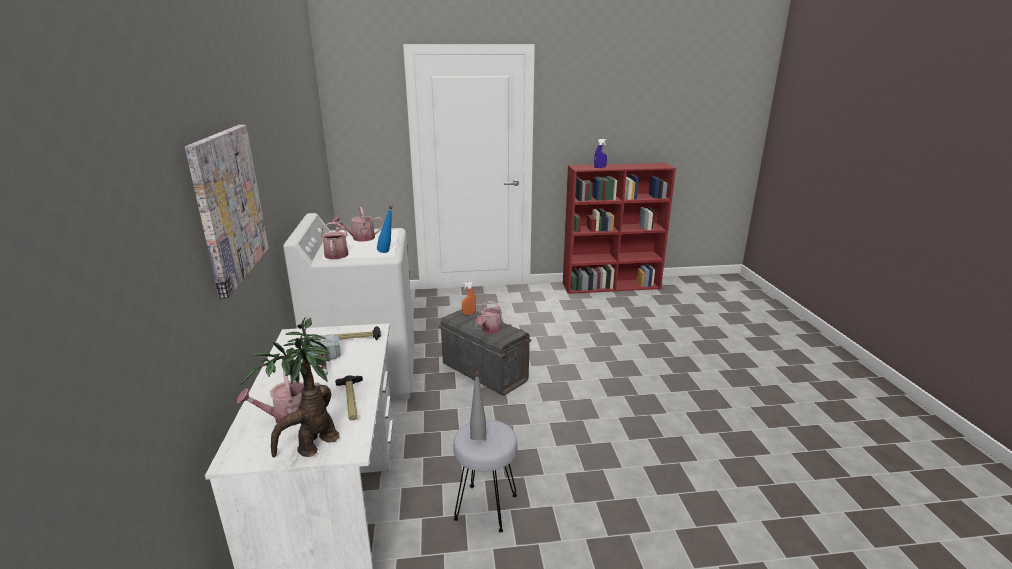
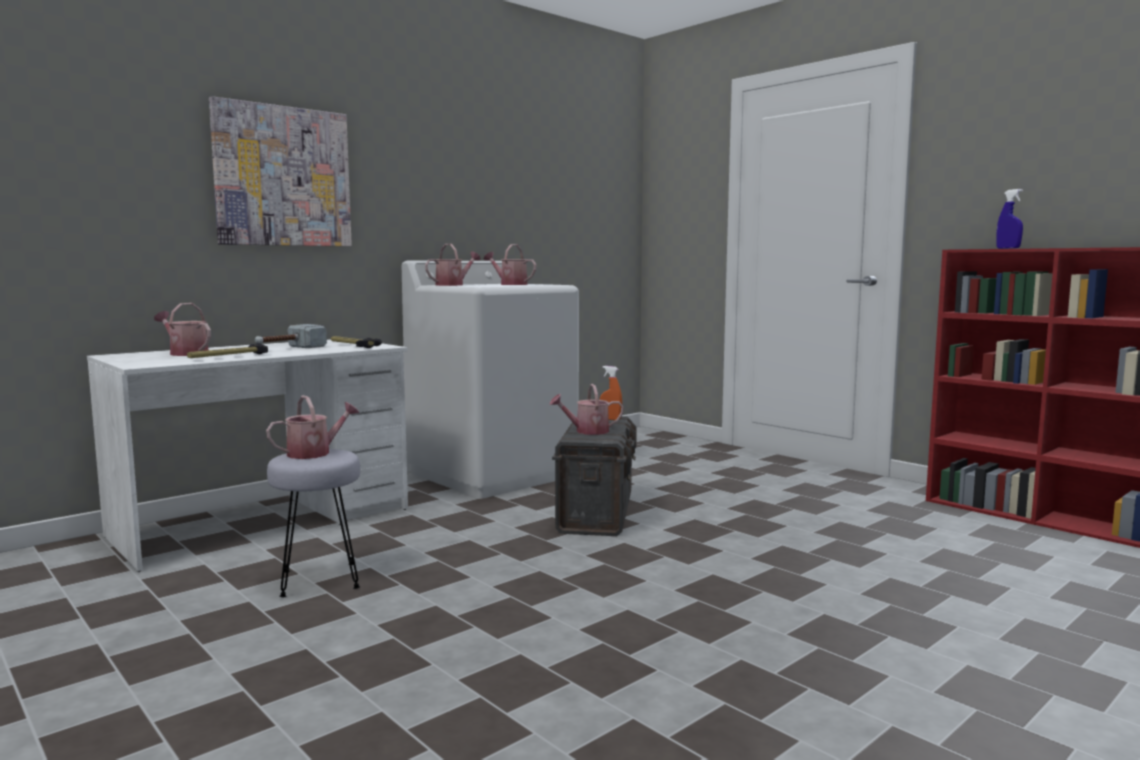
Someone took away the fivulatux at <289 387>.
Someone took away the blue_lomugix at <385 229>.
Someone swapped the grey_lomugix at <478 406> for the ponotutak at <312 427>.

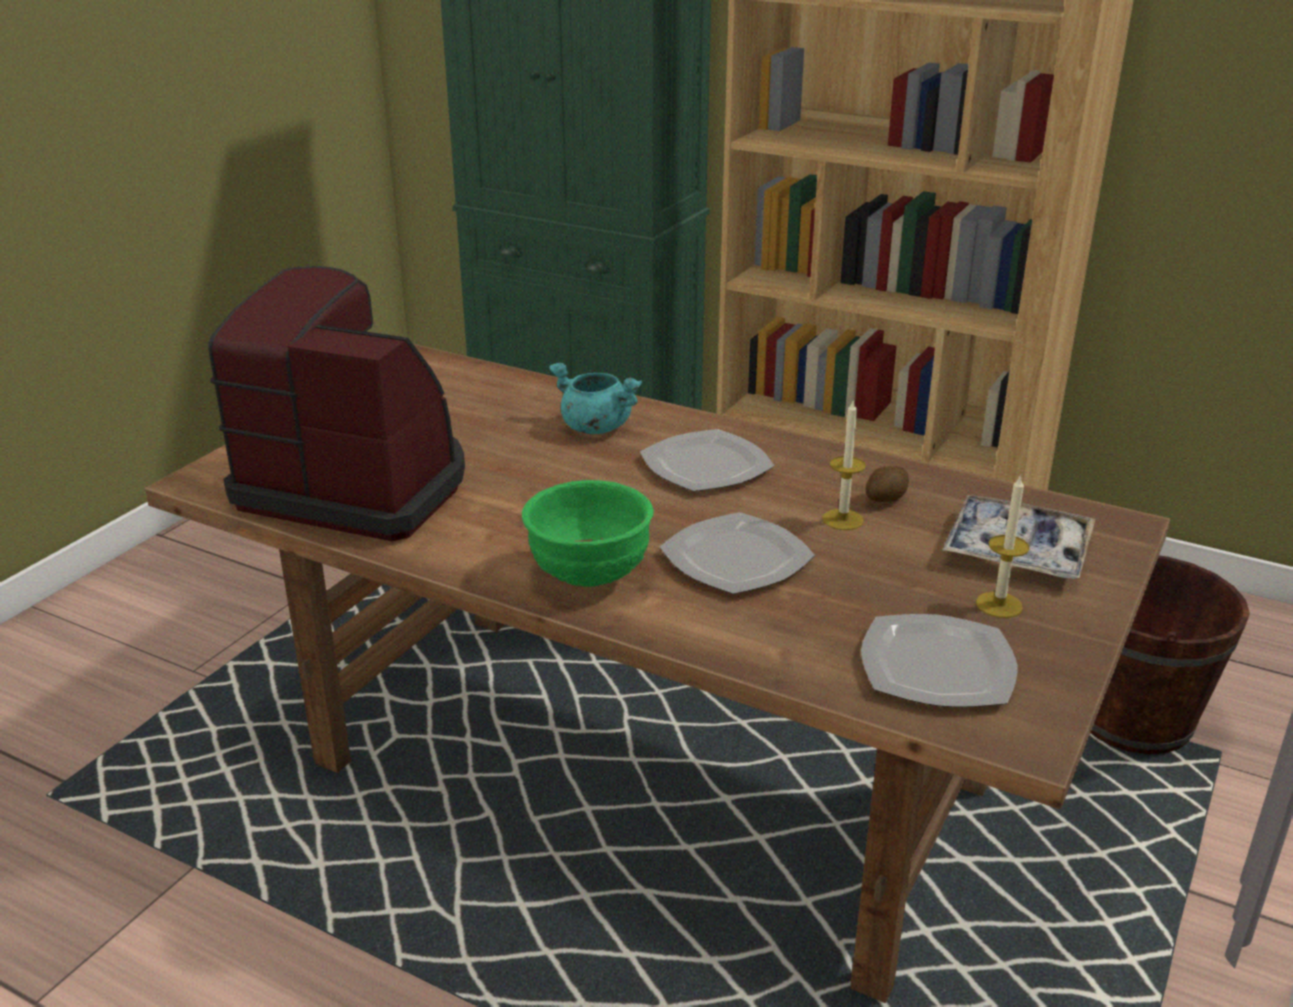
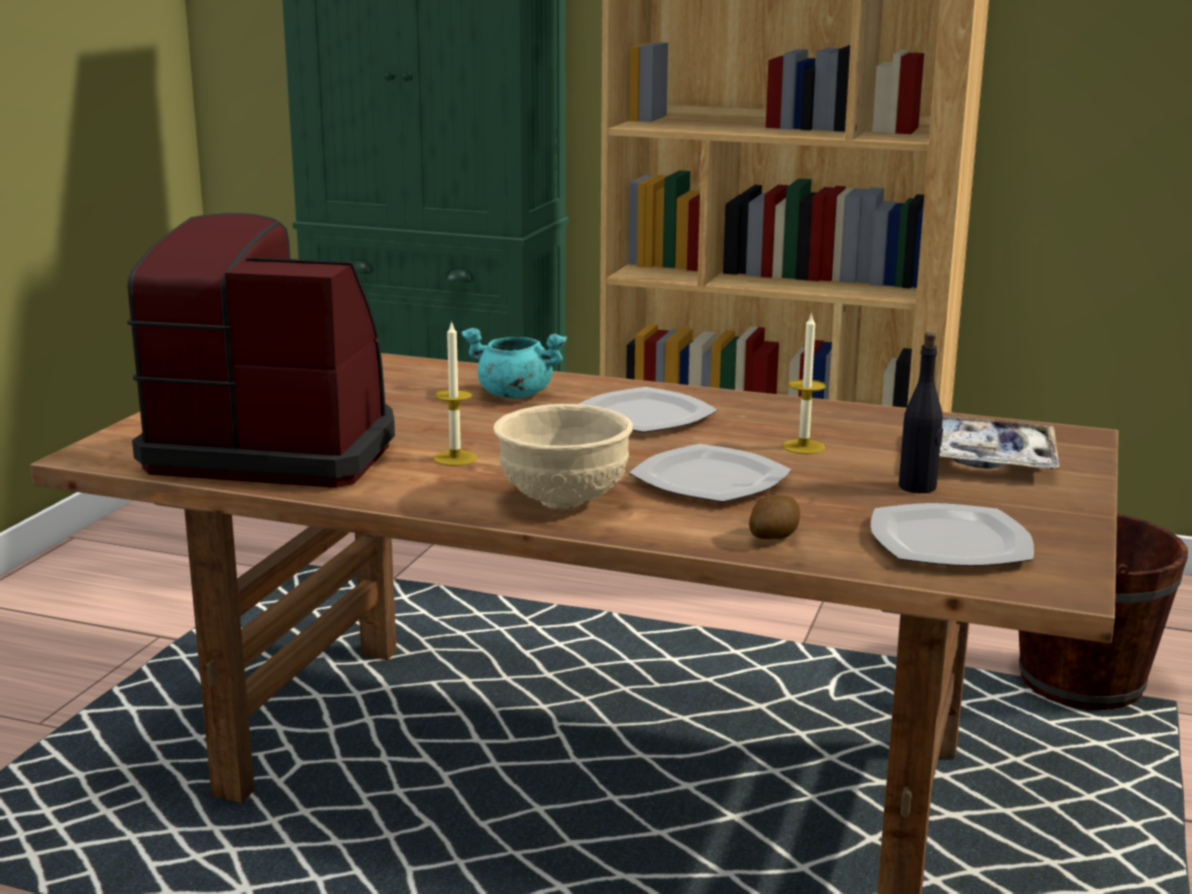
Someone repainted the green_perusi at <588 533>, which became the beige_perusi at <563 456>.
Someone carried the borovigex from <887 484> to <774 517>.
Someone carried the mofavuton from <1003 546> to <455 393>.
Someone put down the black_lomugix at <921 412>.

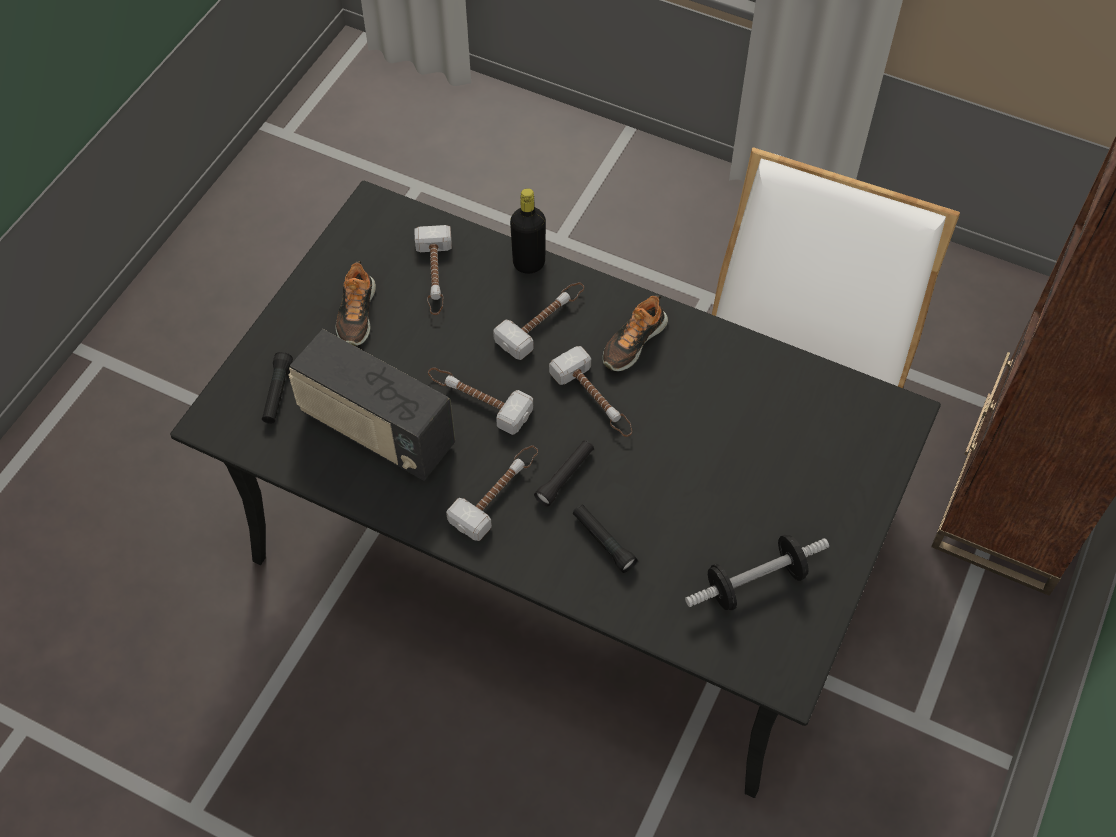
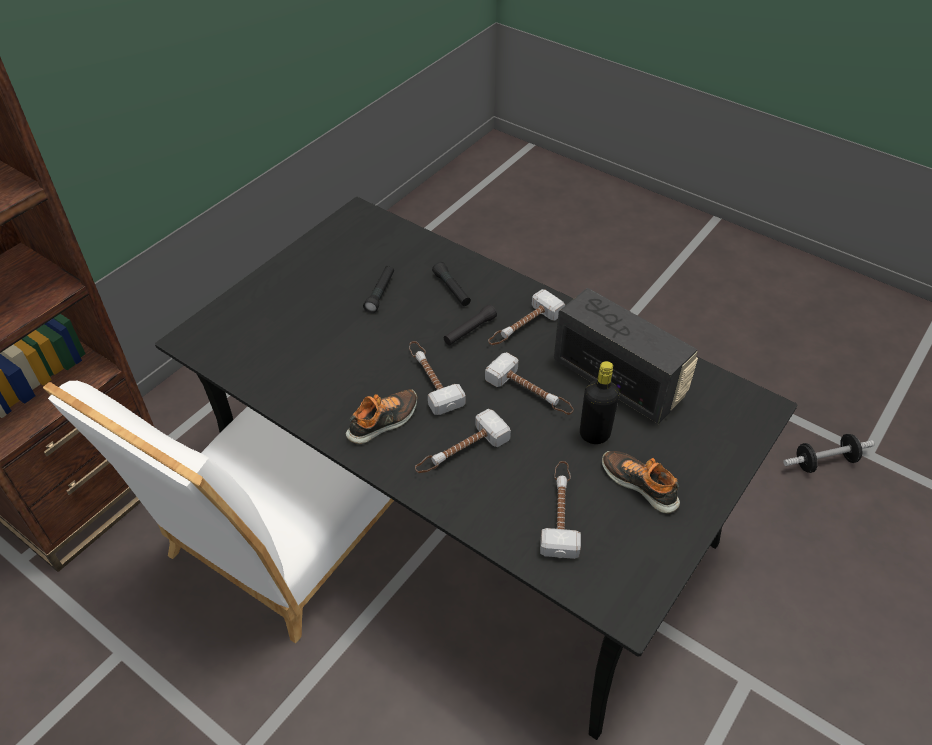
Someone carried the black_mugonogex from <277 388> to <378 289>.
Someone rotated the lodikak at <355 303> by 60 degrees counterclockwise.
Someone carried the black_lomugix from <528 231> to <600 402>.
Someone carried the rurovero from <757 572> to <828 453>.

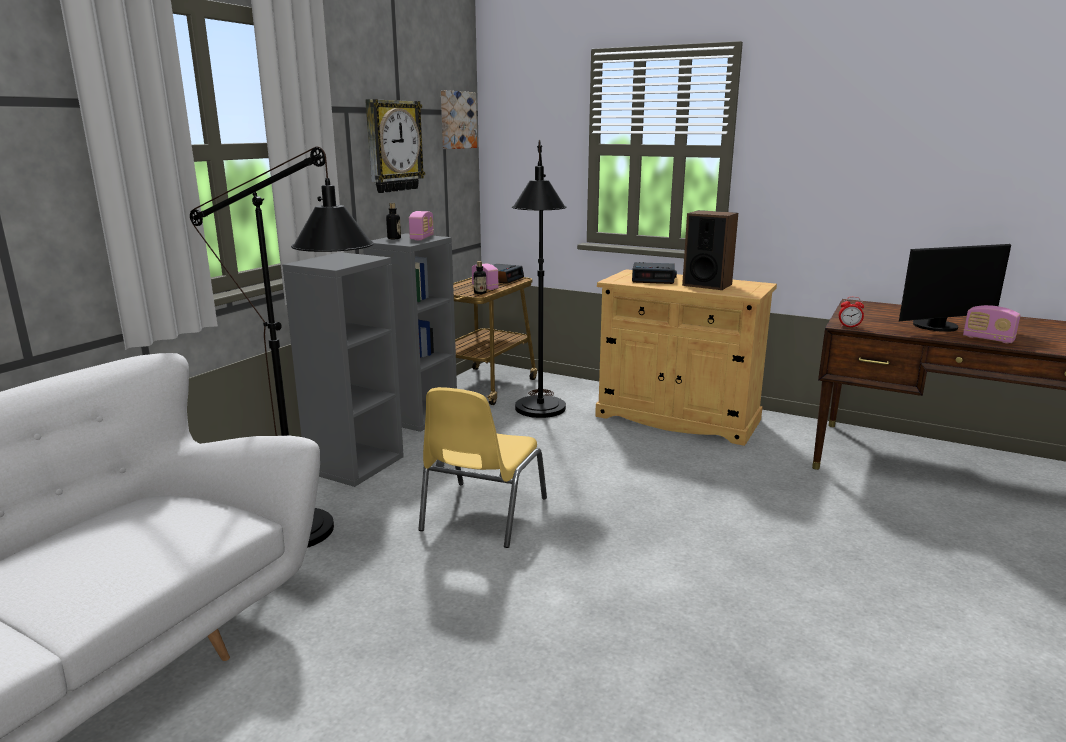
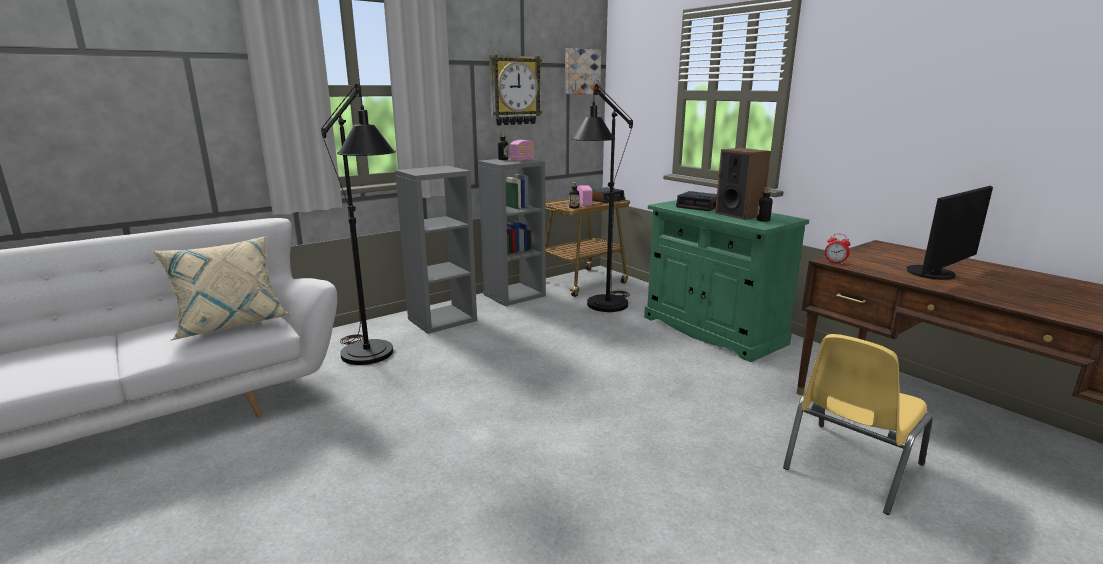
Someone carried the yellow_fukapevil from <482 467> to <858 424>.
Someone repainted the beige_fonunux at <686 357>, which became the green_fonunux at <726 281>.
Someone rotated the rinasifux at <955 288> by 45 degrees counterclockwise.
Someone took away the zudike at <992 324>.
Someone put down the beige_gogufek at <222 288>.
Someone put down the lomugix at <765 204>.

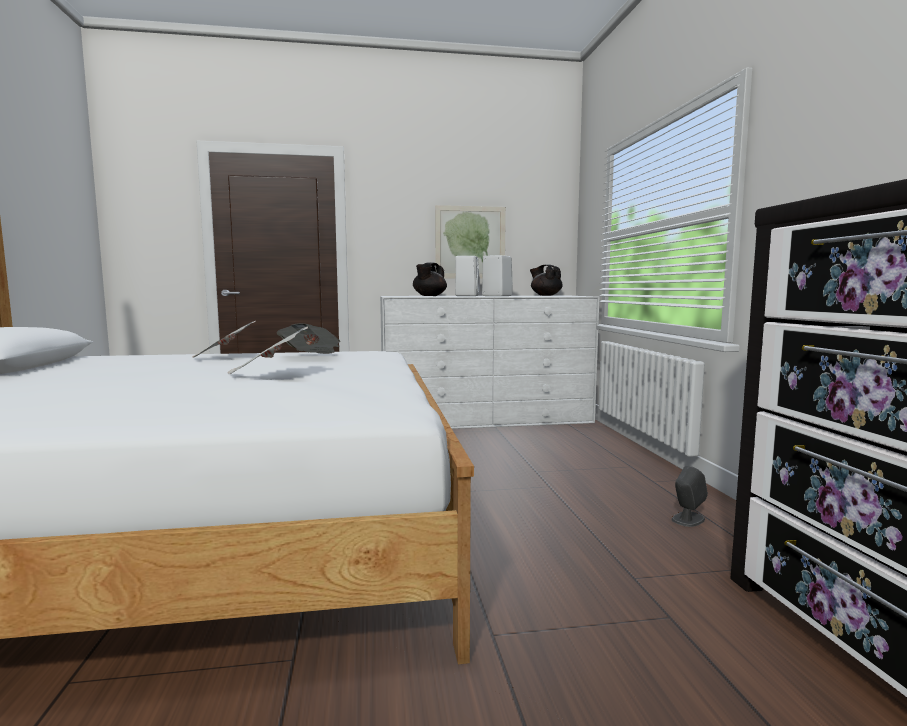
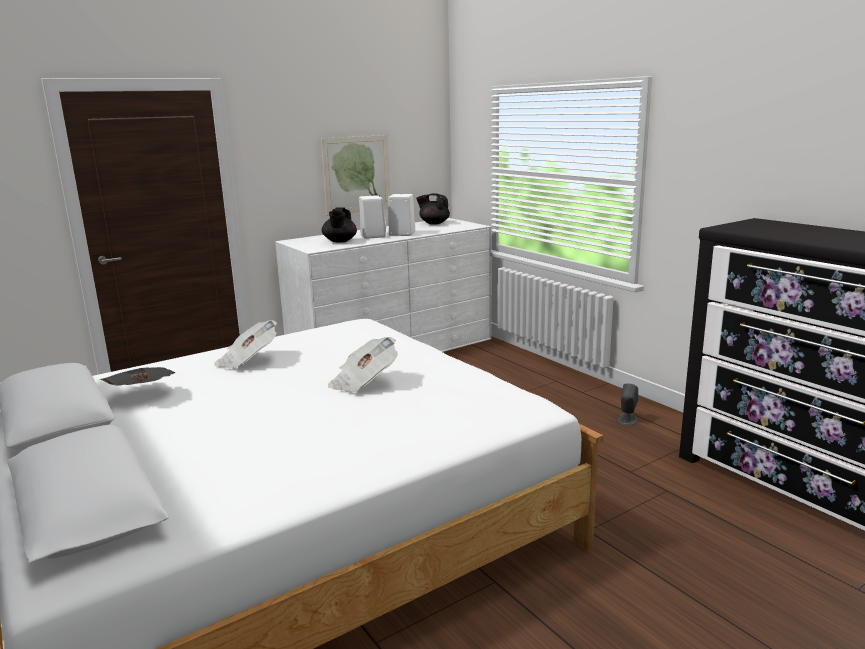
Someone carried the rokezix from <308 338> to <137 376>.

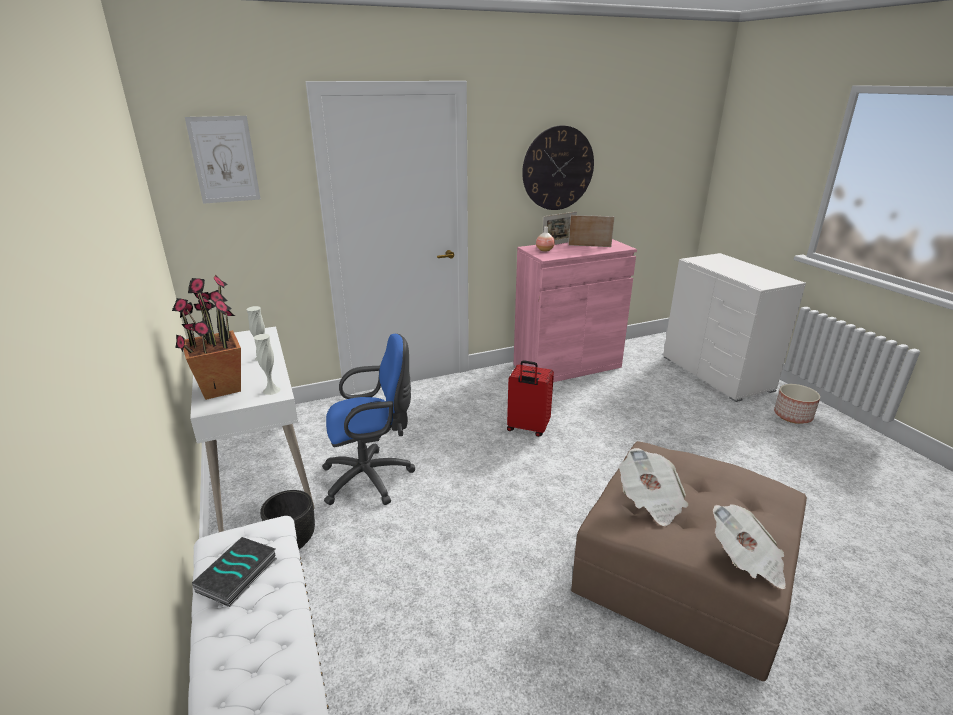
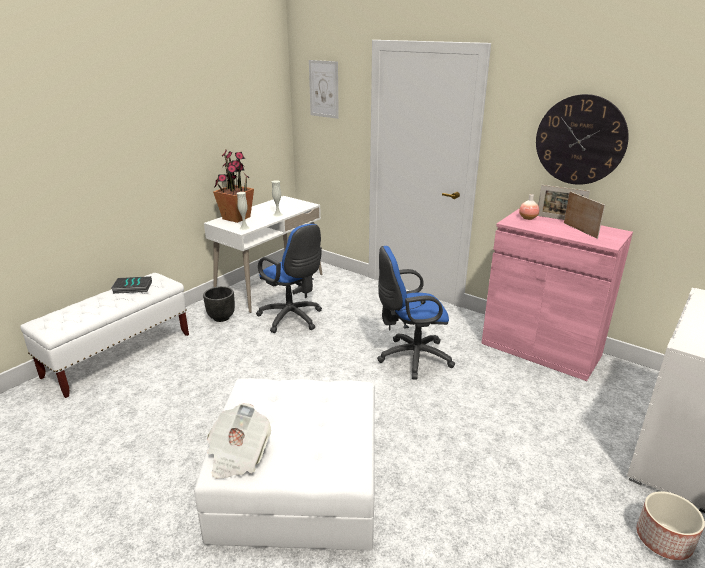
Someone swapped the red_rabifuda at <530 398> for the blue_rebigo at <416 313>.
Someone repainted the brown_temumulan at <689 561>, which became the white_temumulan at <284 464>.
Someone took away the rokezix at <653 487>.

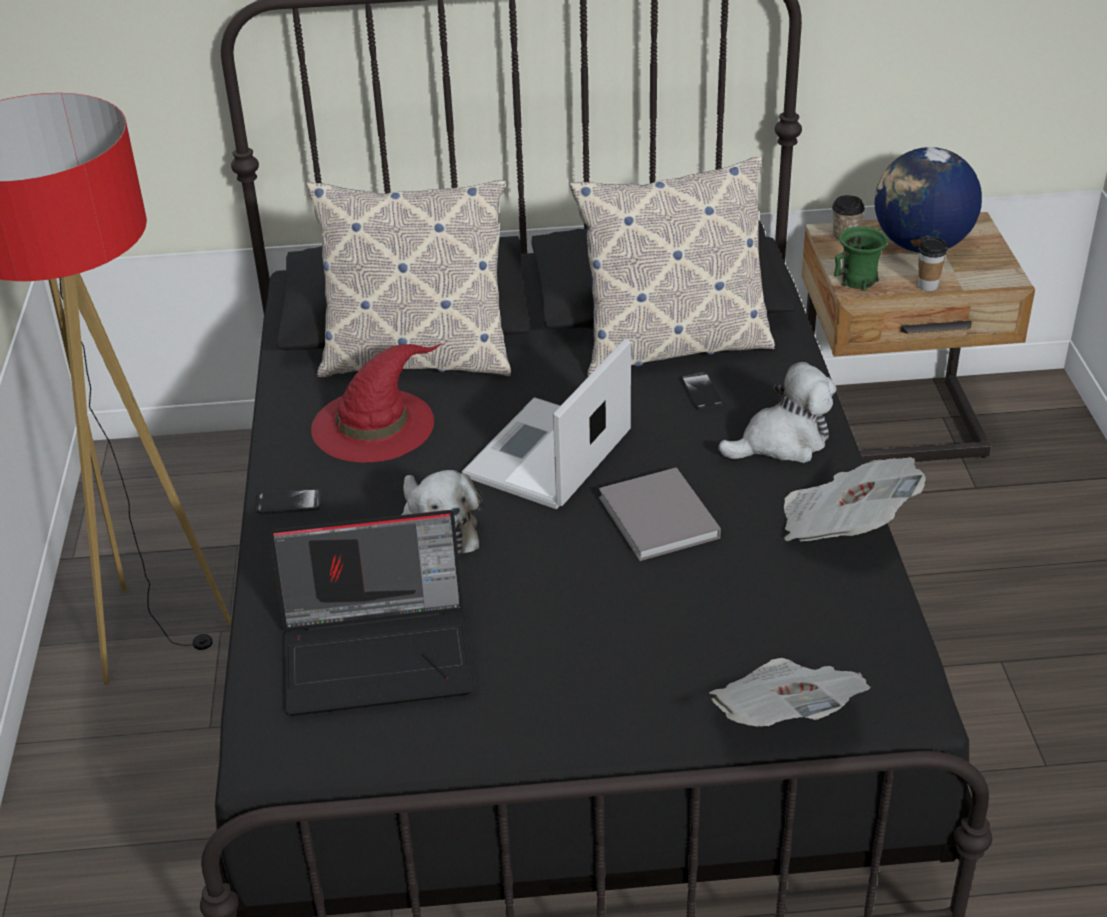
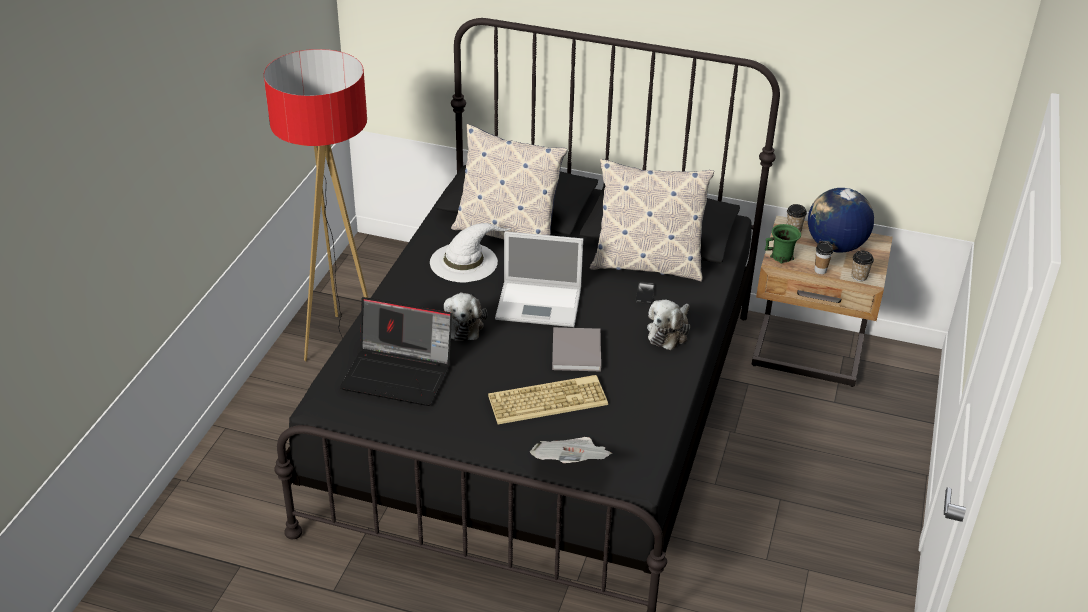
Someone took away the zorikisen at <289 501>.
Someone repainted the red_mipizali at <376 403>, which became the white_mipizali at <470 252>.
Someone rotated the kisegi at <546 423> by 135 degrees counterclockwise.
Someone rotated the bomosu at <777 412> by 120 degrees clockwise.
Someone took away the rokezix at <855 499>.
Someone put down the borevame at <548 399>.
Someone put down the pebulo at <862 266>.

